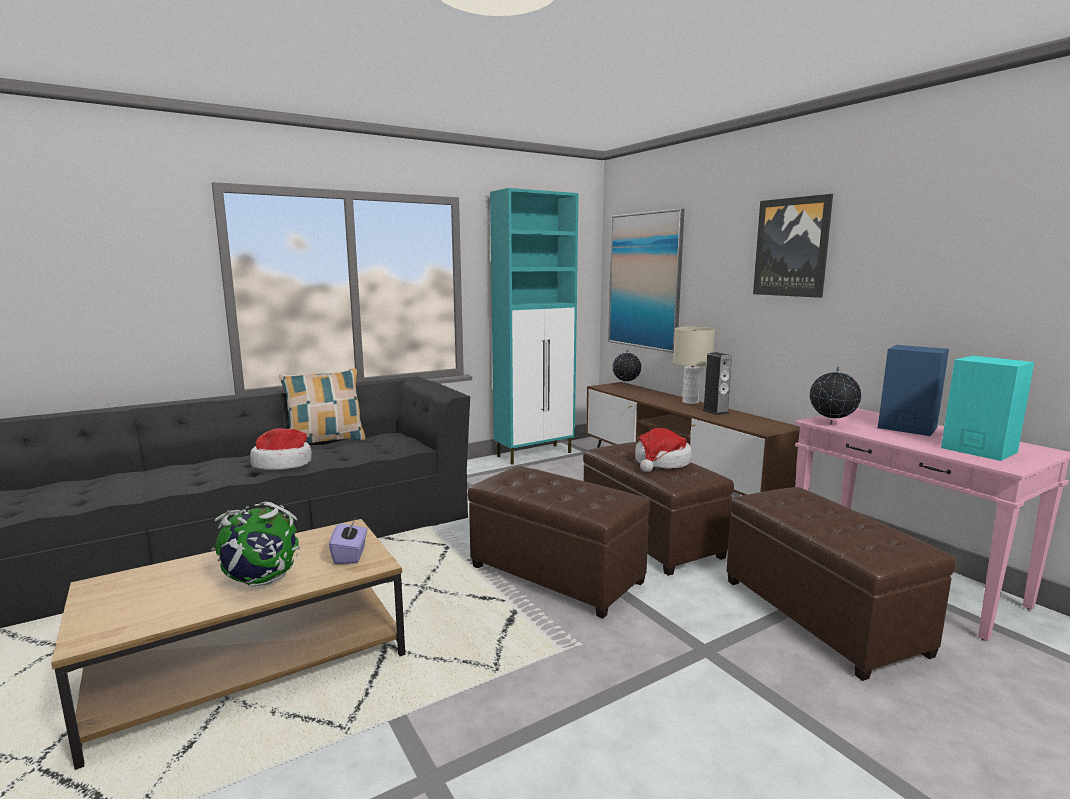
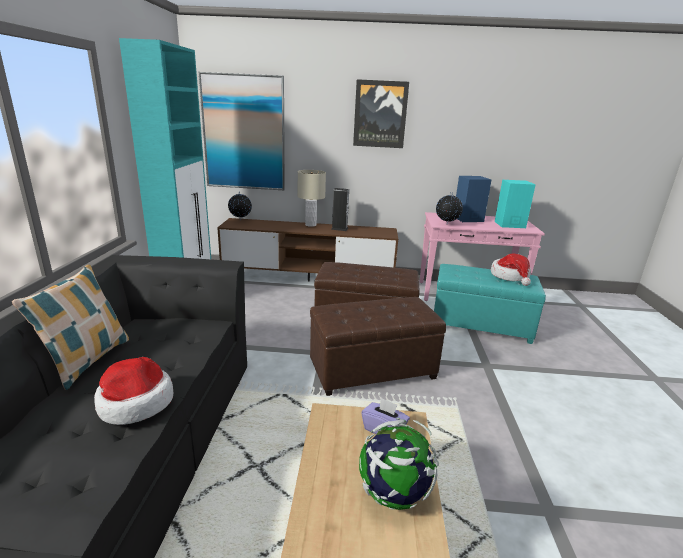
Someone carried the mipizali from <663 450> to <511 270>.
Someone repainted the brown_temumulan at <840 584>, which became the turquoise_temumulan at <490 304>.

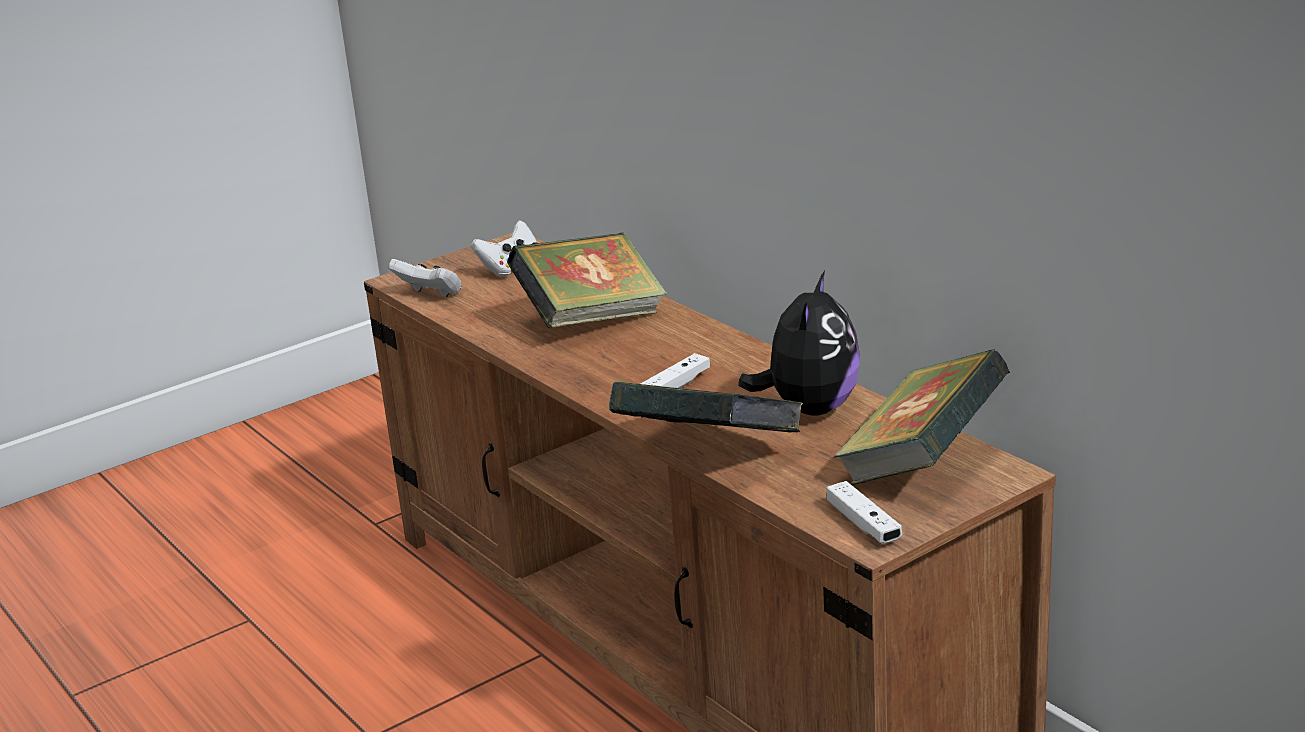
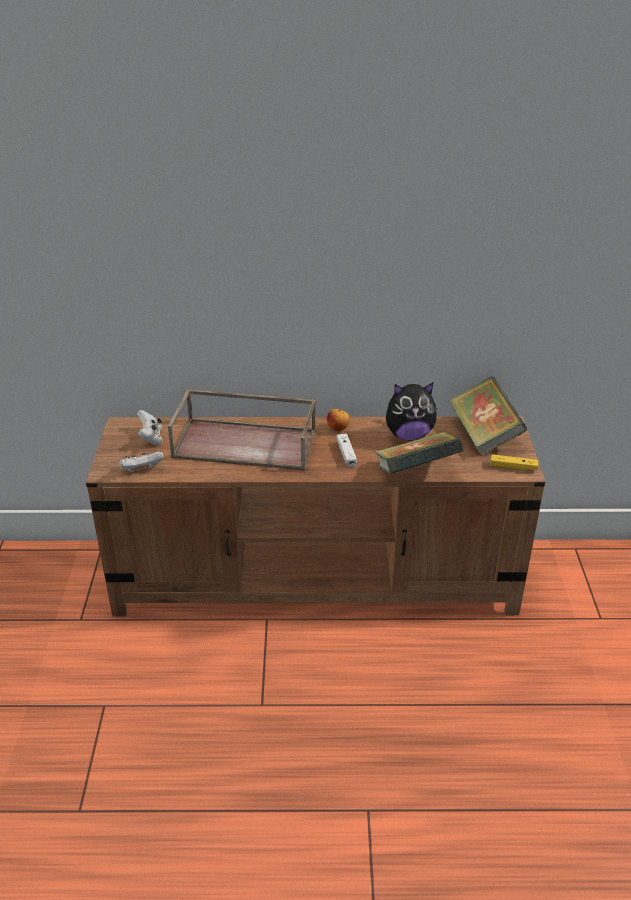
Someone swapped the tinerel at <587 280> for the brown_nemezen at <242 430>.
Someone rotated the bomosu at <799 343> by 120 degrees clockwise.
Someone repainted the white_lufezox at <864 512>, which became the yellow_lufezox at <514 462>.
Someone put down the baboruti at <338 420>.

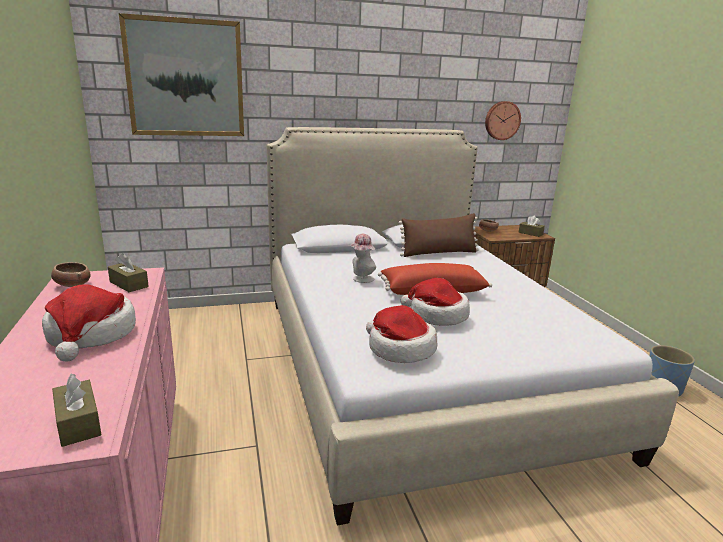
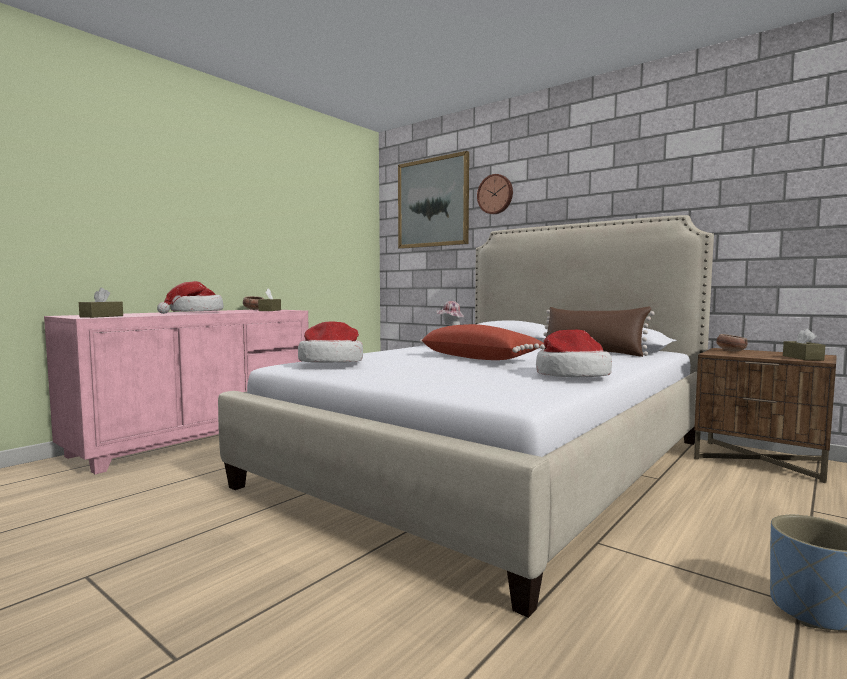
Someone carried the mipizali from <435 302> to <574 353>.
Someone carried the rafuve from <503 120> to <495 194>.

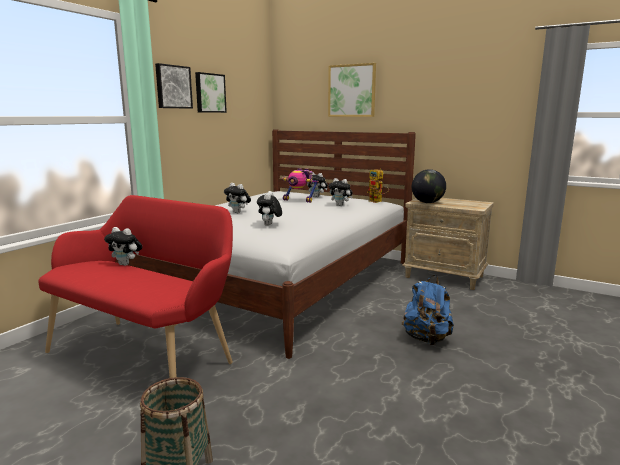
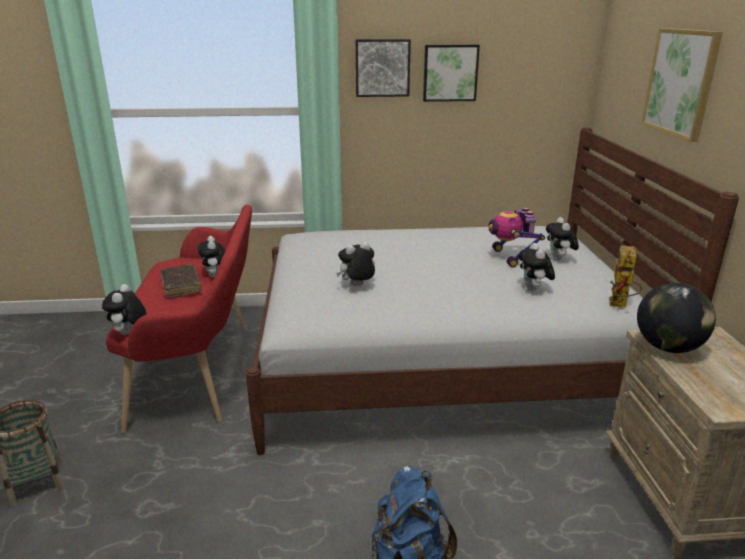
Someone carried the bomosu from <237 198> to <124 309>.
Someone put down the brown_tinerel at <181 281>.

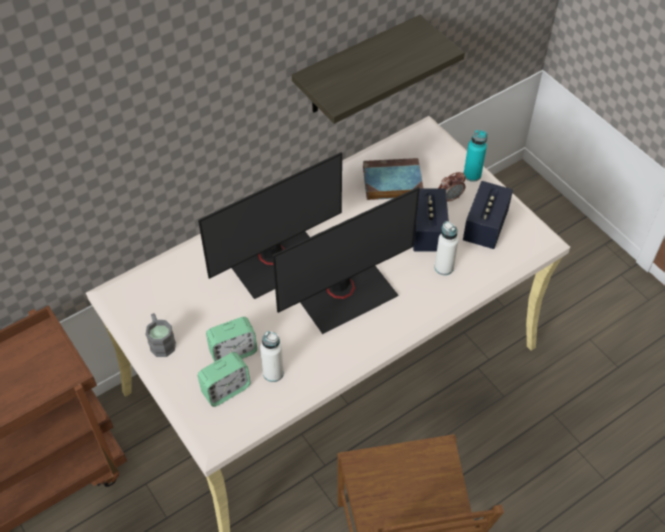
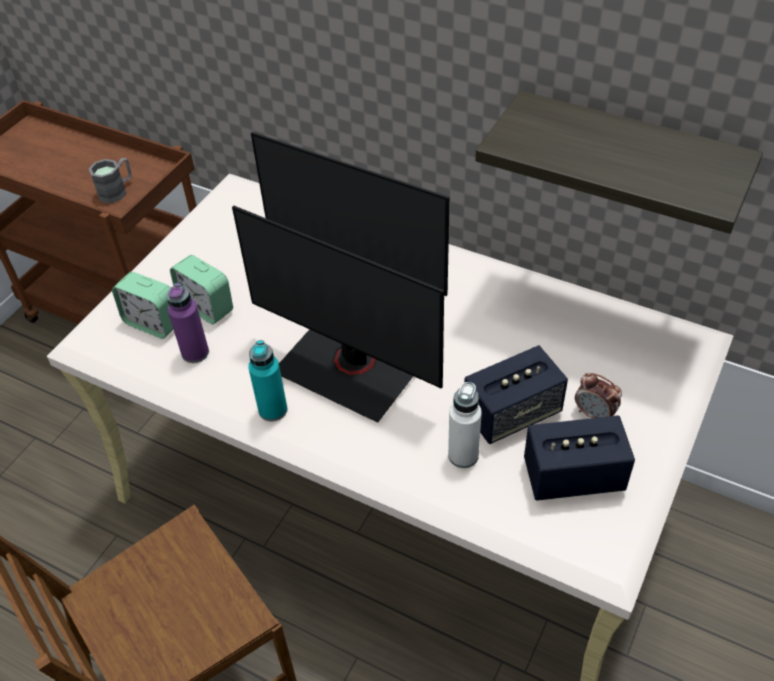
Someone carried the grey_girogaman from <160 335> to <110 180>.
Someone repainted the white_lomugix at <272 356>, which became the purple_lomugix at <188 323>.
Someone took away the tinerel at <393 179>.
Someone carried the turquoise_lomugix from <475 156> to <267 381>.

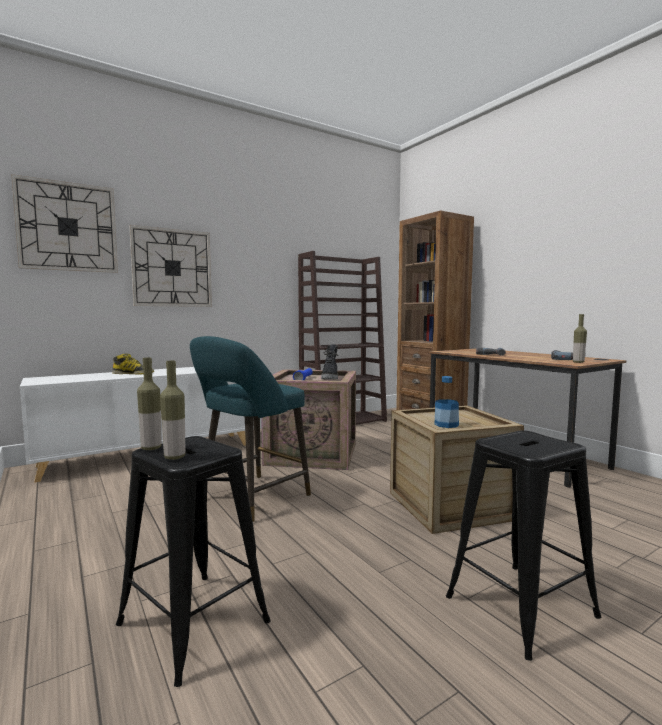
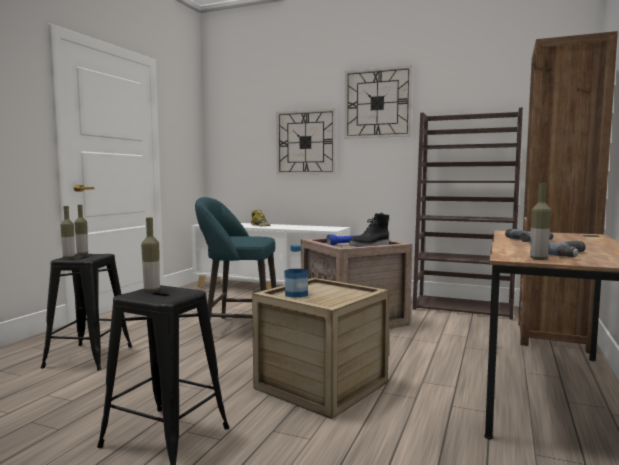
Someone carried the rafuve from <64 223> to <378 102>.
Someone put down the lomugix at <150 255>.

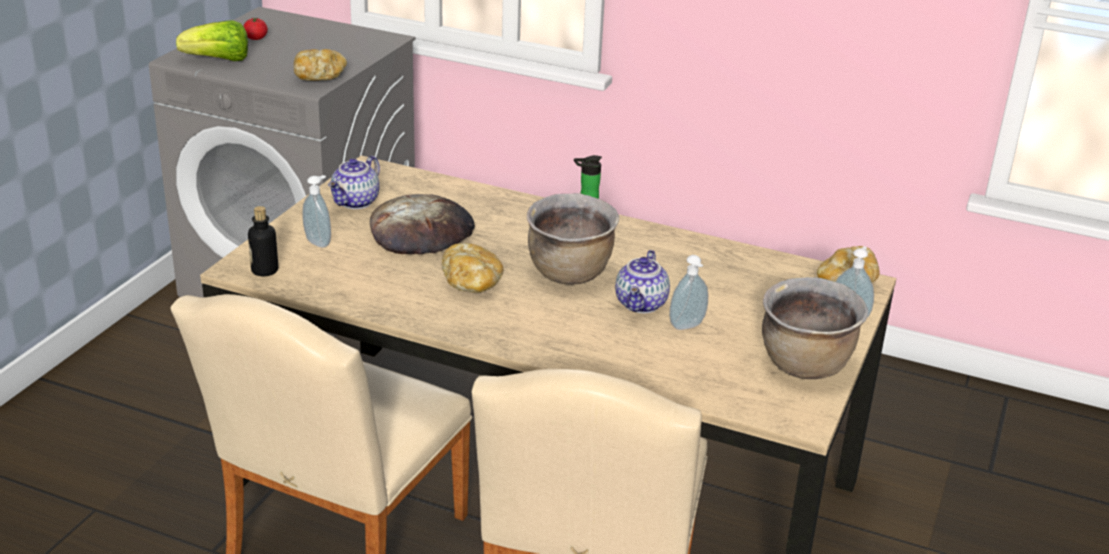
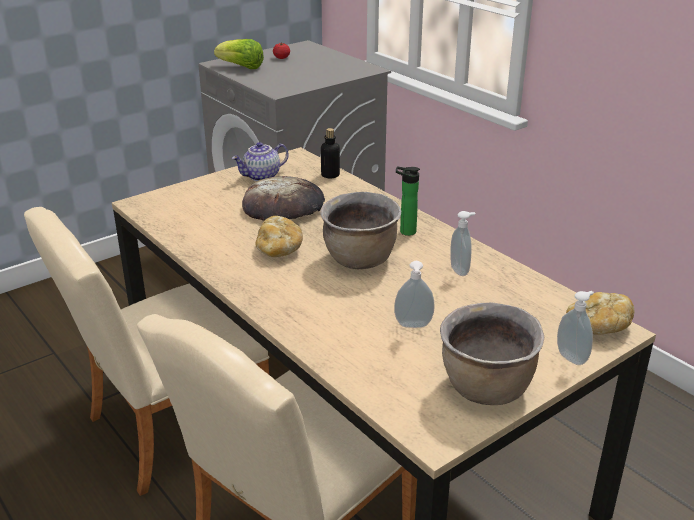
Someone carried the lomugix from <263 241> to <330 153>.
Someone took away the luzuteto at <320 65>.
Someone carried the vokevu from <316 211> to <462 243>.
Someone took away the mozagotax at <642 281>.

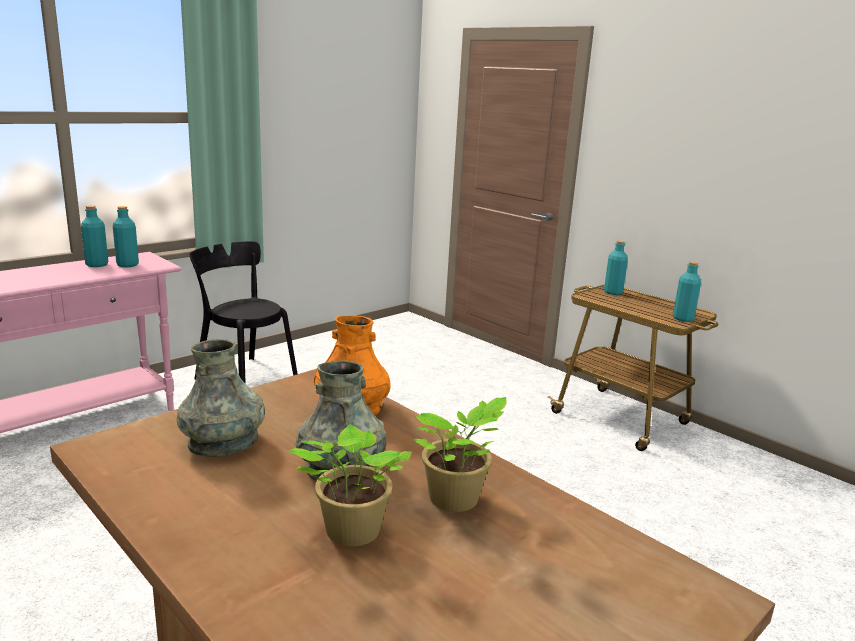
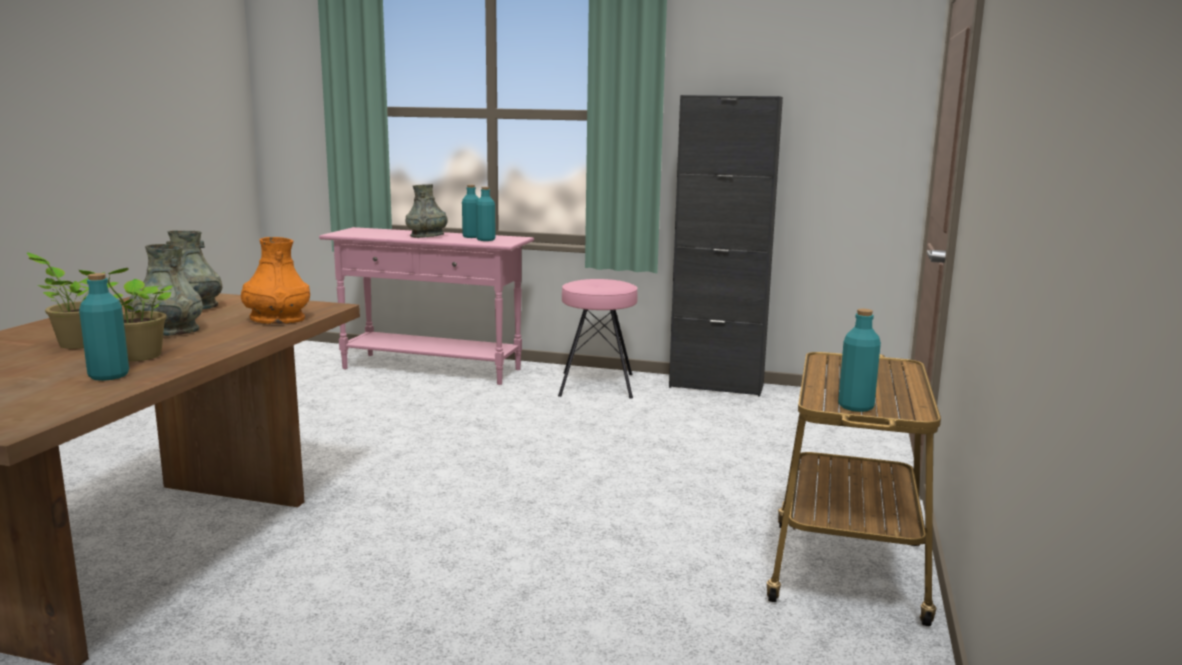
Someone swapped the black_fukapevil at <243 312> for the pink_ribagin at <598 339>.
Someone carried the turquoise_lomugix from <616 267> to <104 327>.
Someone put down the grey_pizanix at <426 211>.
Someone put down the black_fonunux at <726 245>.

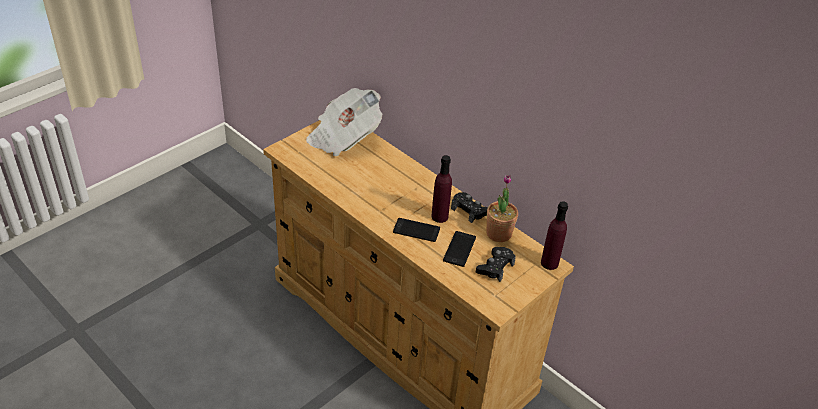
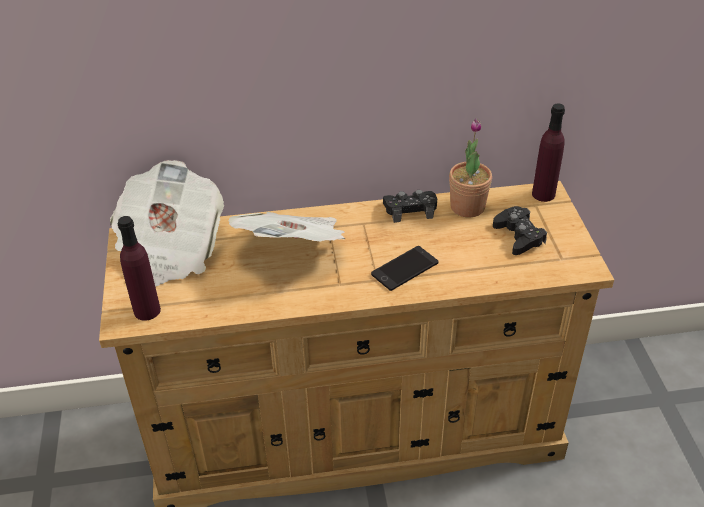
Someone carried the purple_lomugix from <441 189> to <139 268>.
Someone took away the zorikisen at <459 249>.
Someone put down the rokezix at <287 226>.

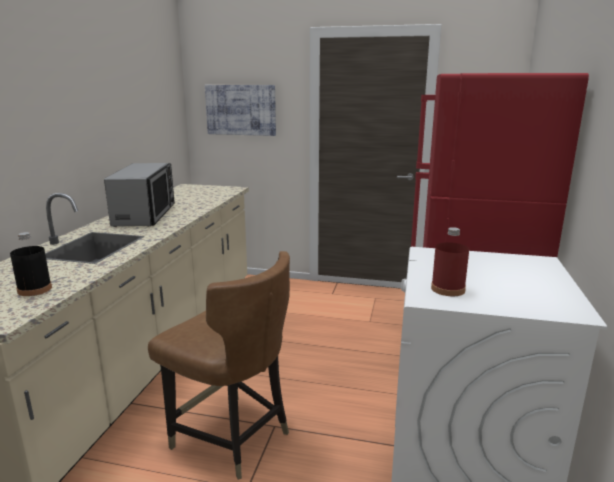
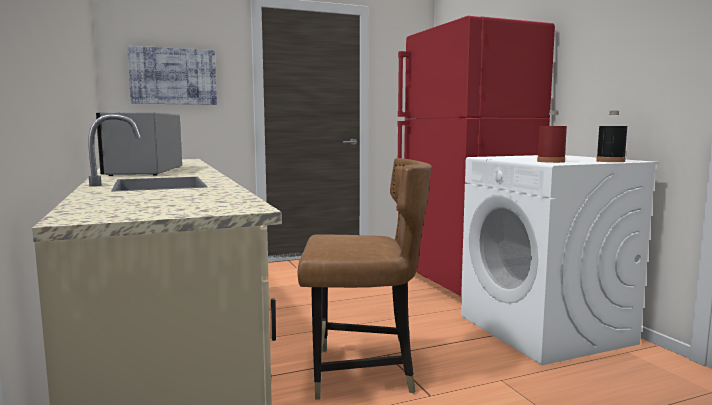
Someone carried the black_lomugix from <31 264> to <611 136>.
Someone rotated the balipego at <139 195> by 150 degrees counterclockwise.

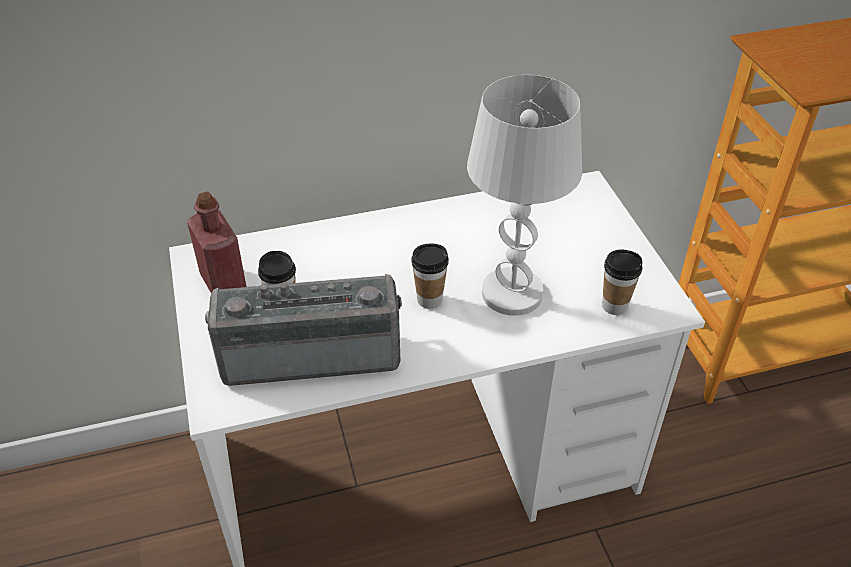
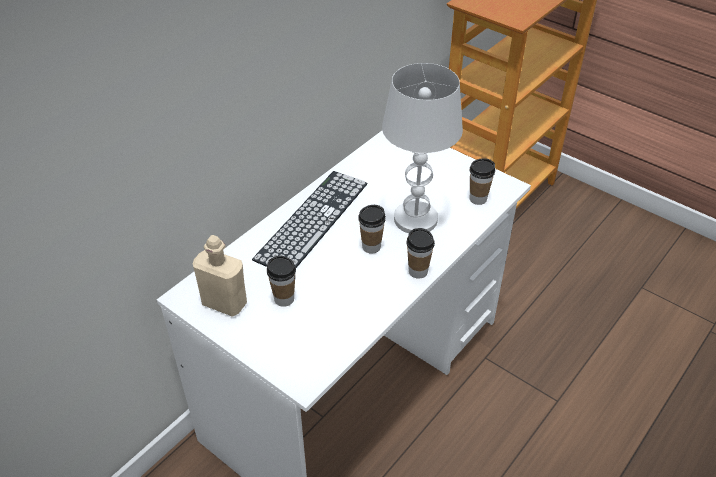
Someone repainted the red_lomugix at <217 242>, which became the beige_lomugix at <220 276>.
Someone took away the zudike at <303 330>.
Someone put down the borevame at <310 219>.
Someone put down the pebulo at <420 253>.

